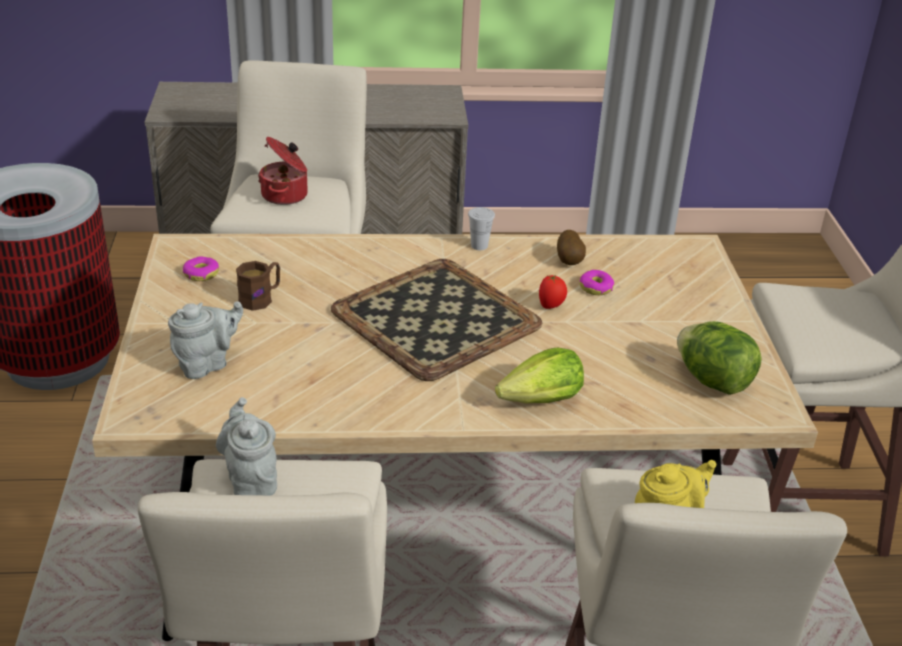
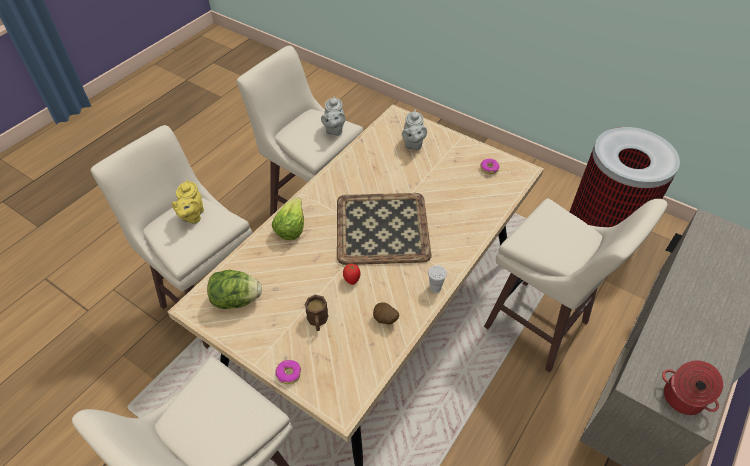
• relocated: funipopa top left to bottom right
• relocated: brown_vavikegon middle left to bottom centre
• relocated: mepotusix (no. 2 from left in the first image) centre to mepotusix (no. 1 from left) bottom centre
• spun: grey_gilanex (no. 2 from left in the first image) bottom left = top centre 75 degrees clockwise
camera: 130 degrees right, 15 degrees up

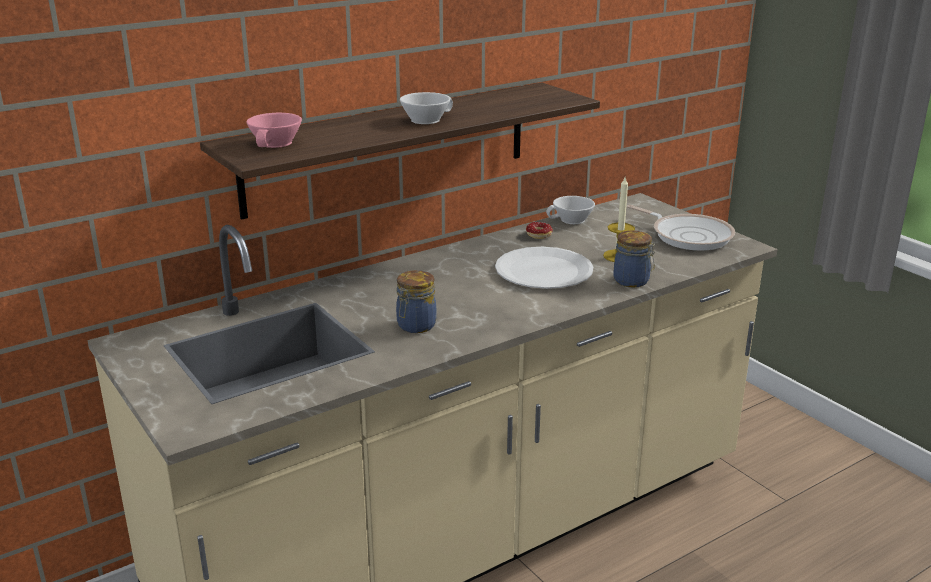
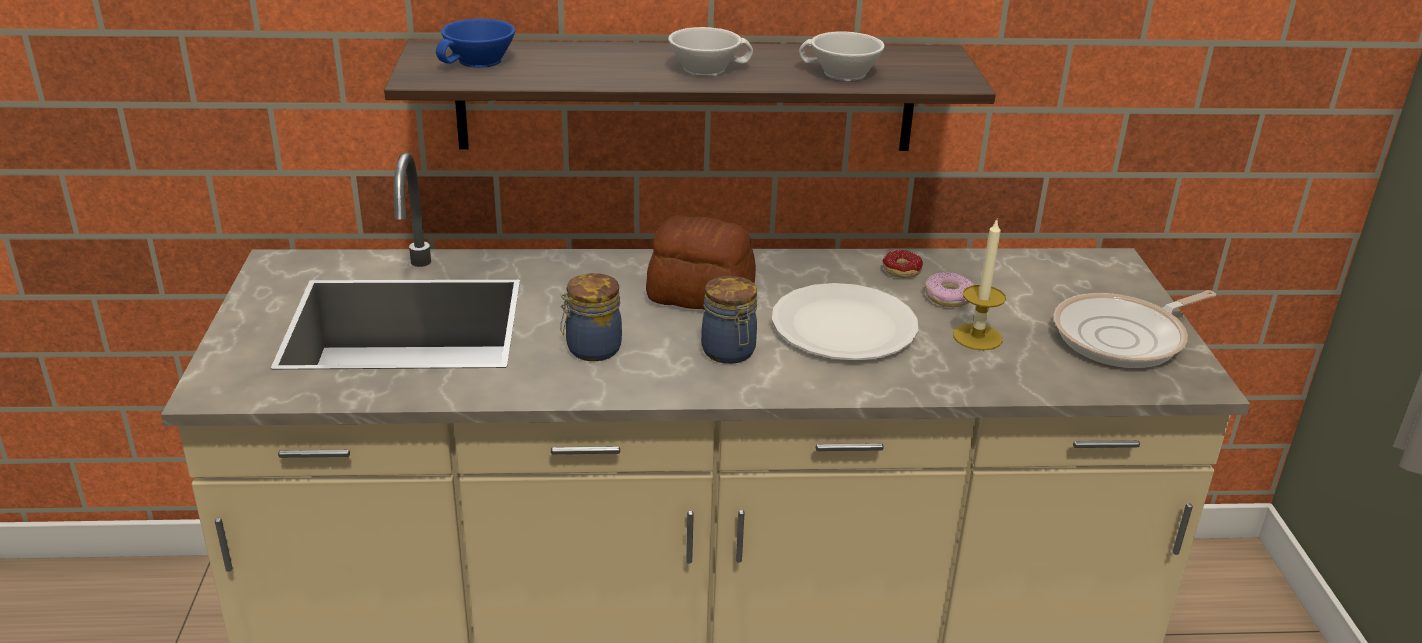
• colour: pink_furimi top left to blue_furimi top centre
• relocated: white_furimi (no. 2 from left) centre to top centre
• spun: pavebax middle right = middle right 75 degrees clockwise
• relocated: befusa (no. 2 from left) middle right to centre
• appeared: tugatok centre
• appeared: mepotusix (no. 2 from left) middle right
camera: 30 degrees right, 5 degrees up

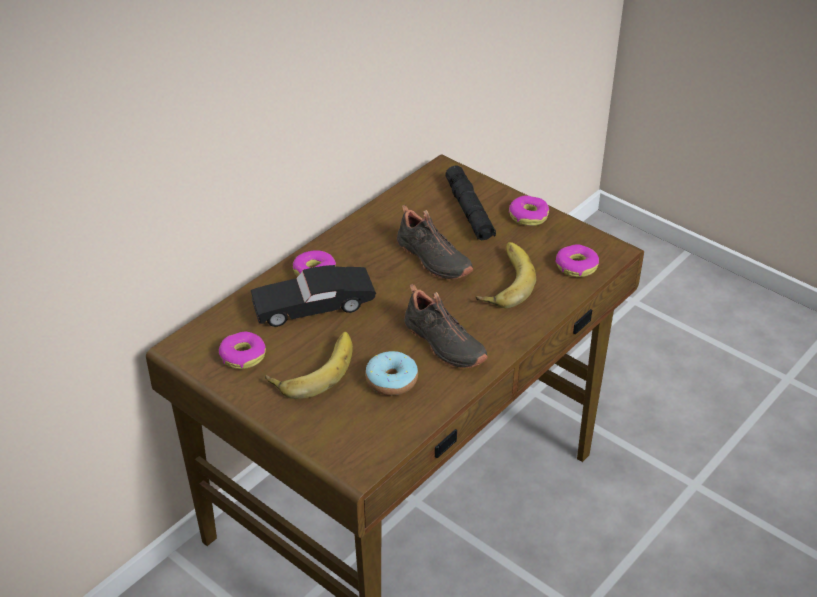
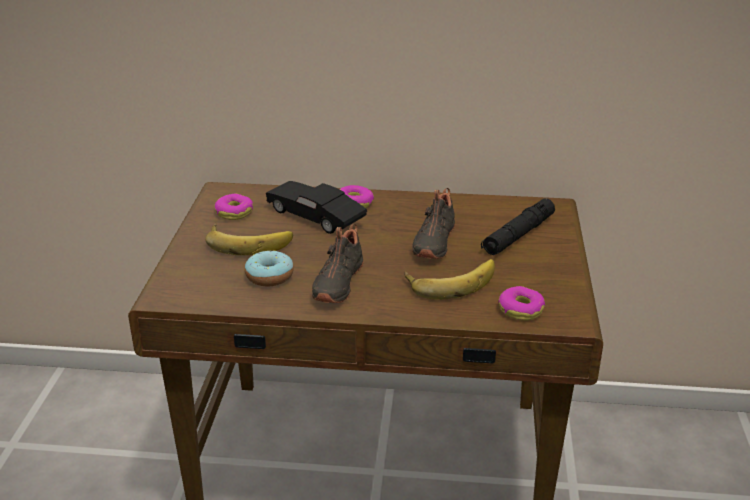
• missing: mepotusix (no. 4 from left) centre
camera: 55 degrees right, 10 degrees down

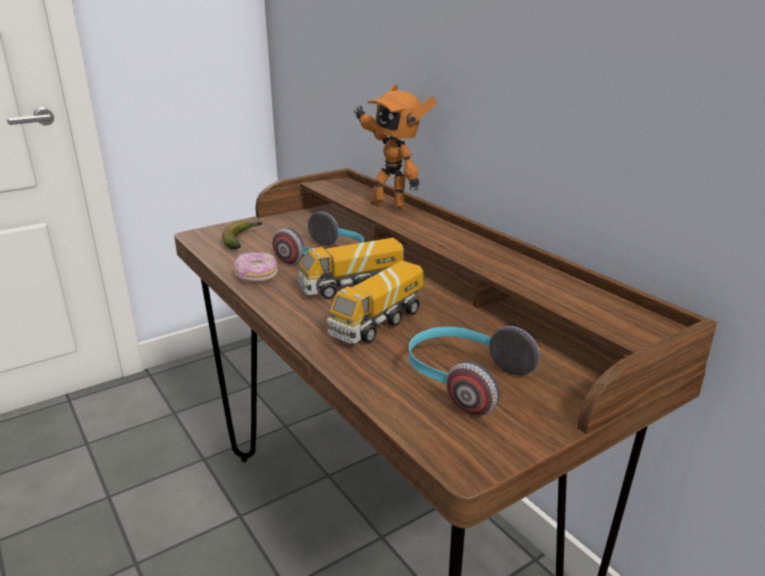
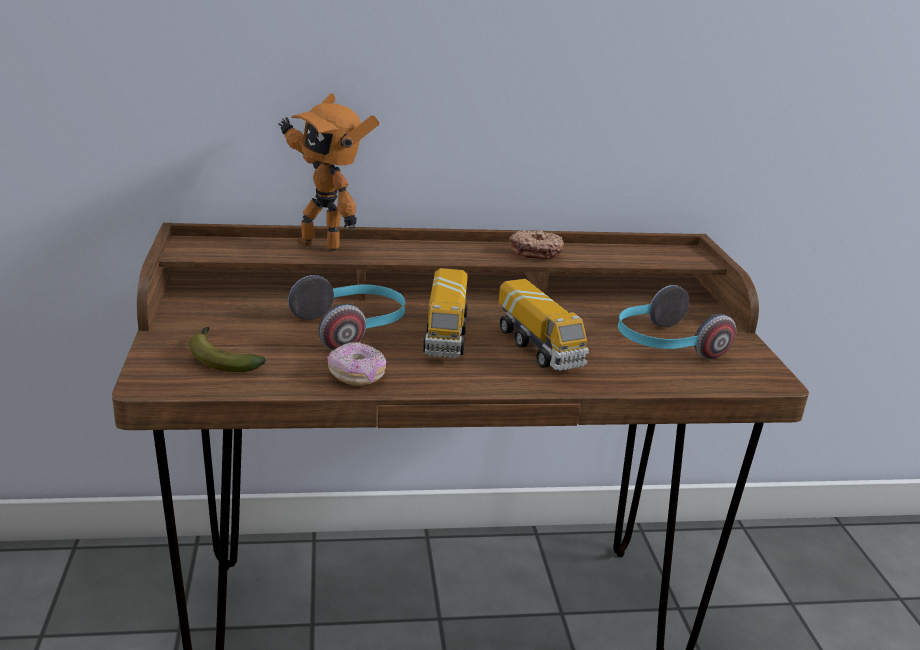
• spun: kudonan top centre = top centre 60 degrees clockwise
• appeared: mepotusix (no. 2 from left) centre
camera: 65 degrees left, 0 degrees up

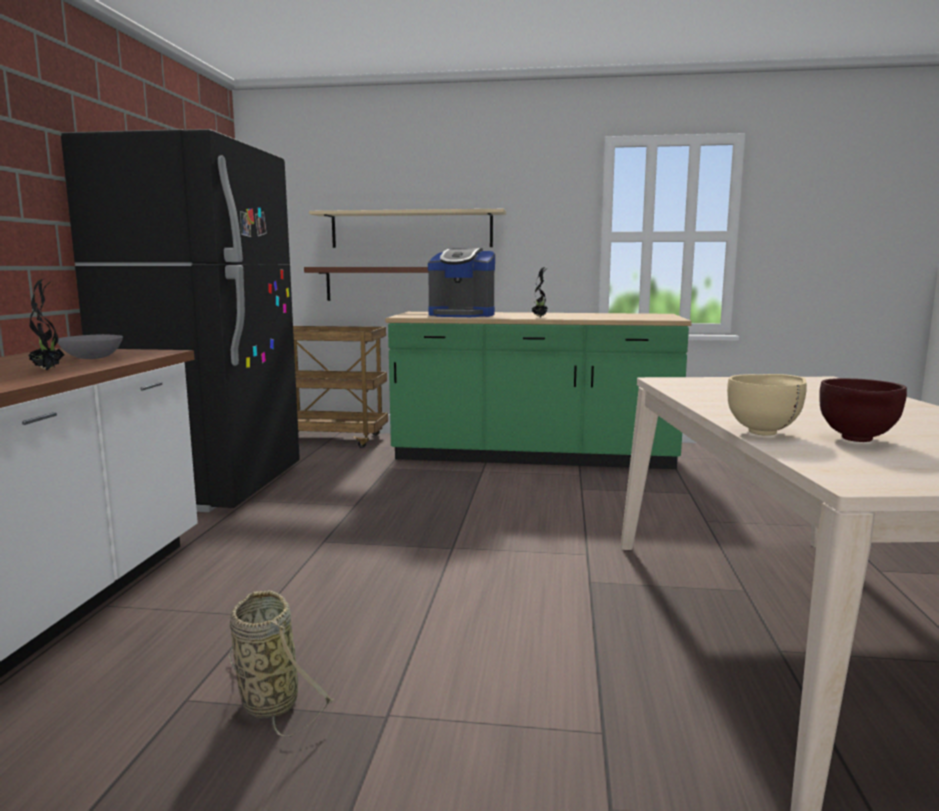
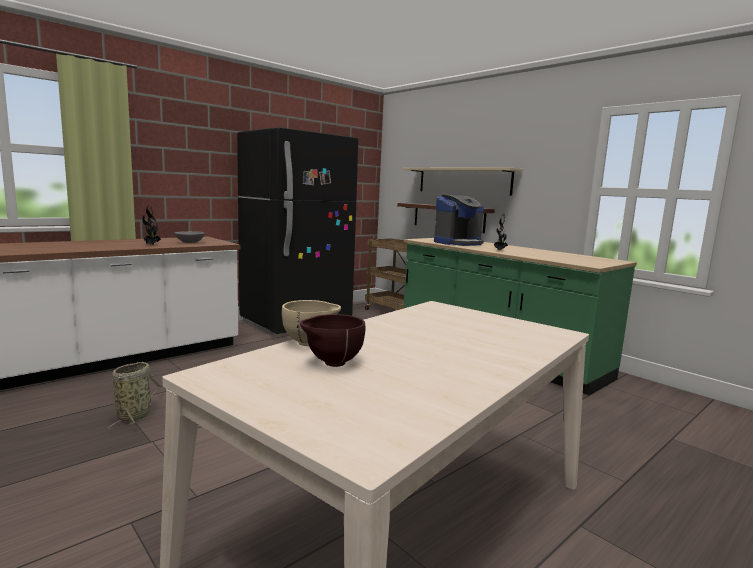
• spun: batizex centre = centre 90 degrees counterclockwise
camera: 40 degrees right, 0 degrees up

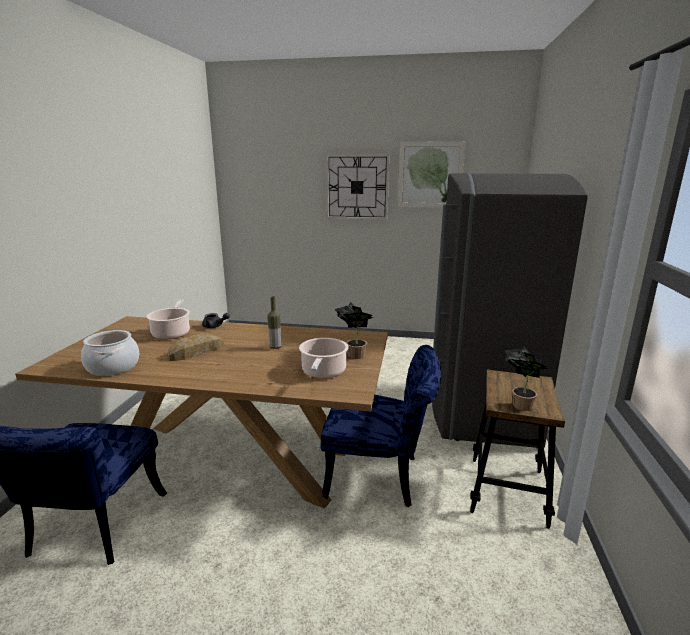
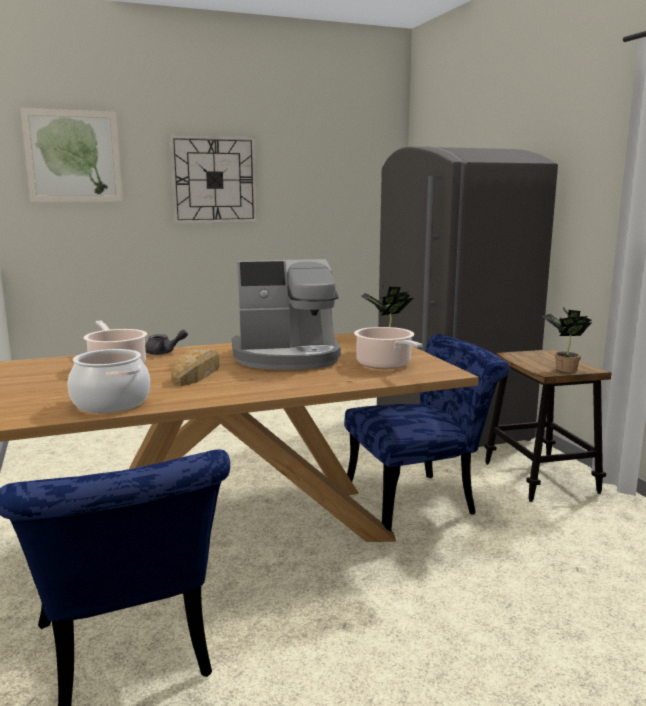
• relocated: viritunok top centre to top left
• exchanged: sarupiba centre to batizex centre
camera: 30 degrees left, 5 degrees down

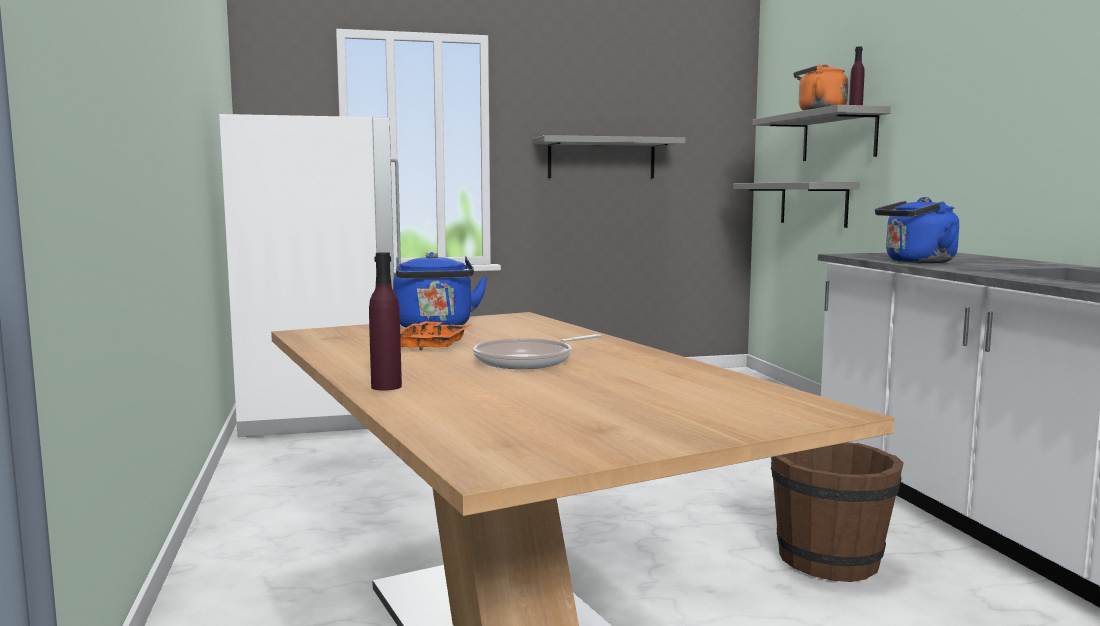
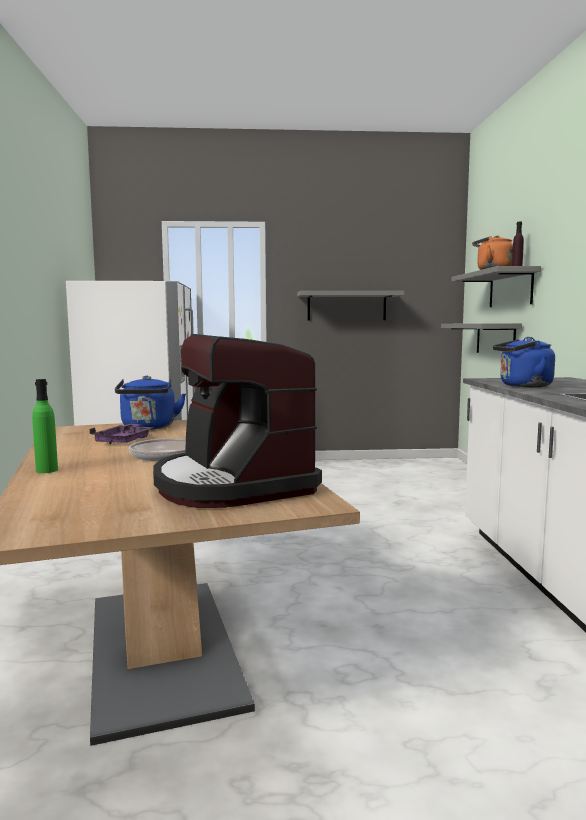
• colour: purple_sarupiba (no. 1 from left) centre to green_sarupiba middle left
• colour: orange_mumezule centre to purple_mumezule middle left
• missing: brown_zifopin bottom right
• appeared: batizex centre
camera: 10 degrees right, 0 degrees up

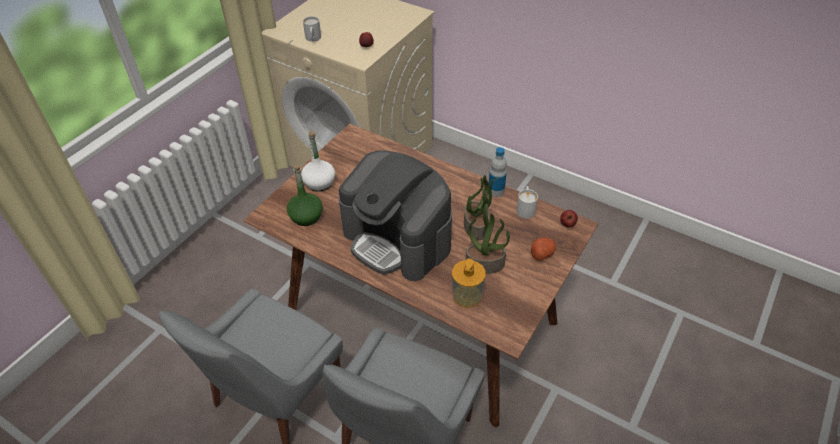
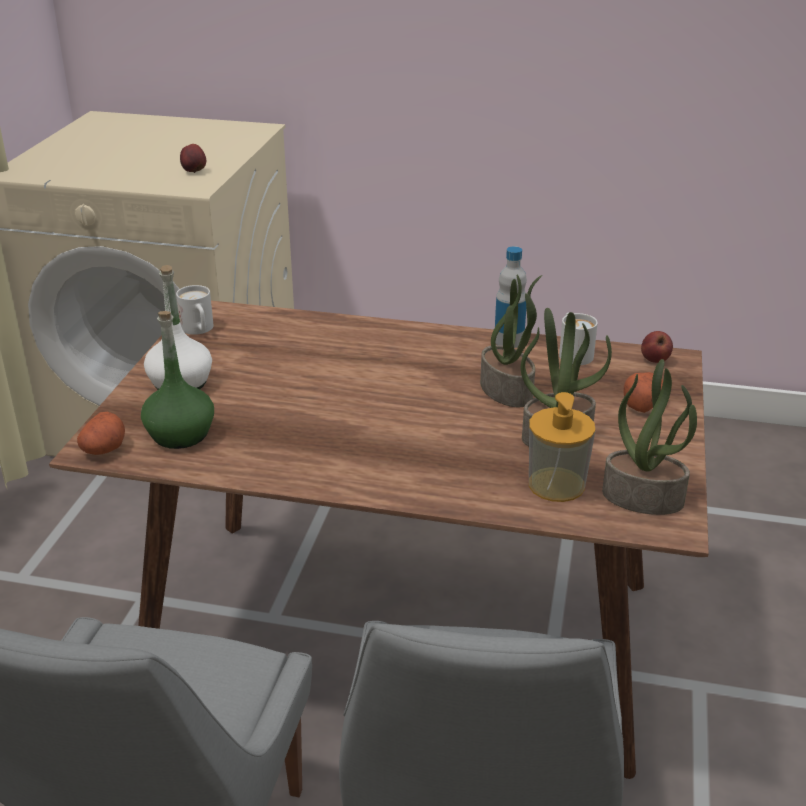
• relocated: white_vavikegon (no. 1 from left) top centre to middle left
• missing: batizex centre
• appeared: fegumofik (no. 3 from left) middle right
• appeared: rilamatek (no. 1 from left) middle left
camera: 20 degrees left, 15 degrees down

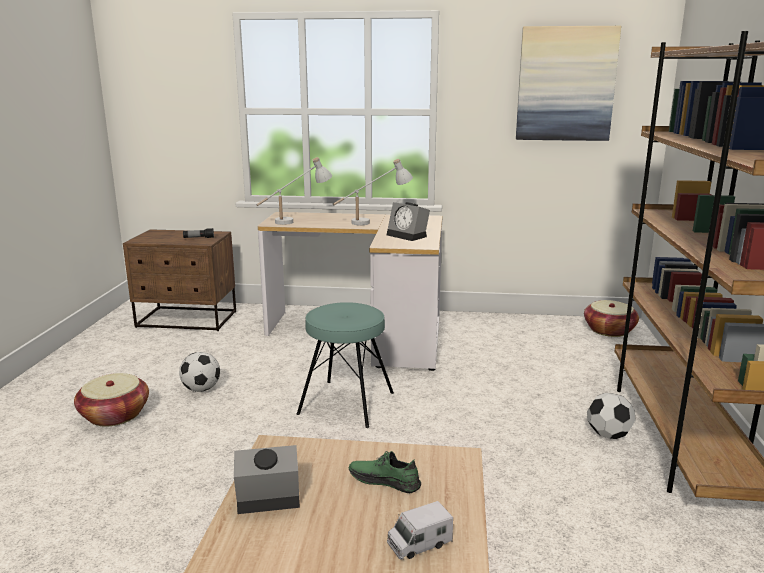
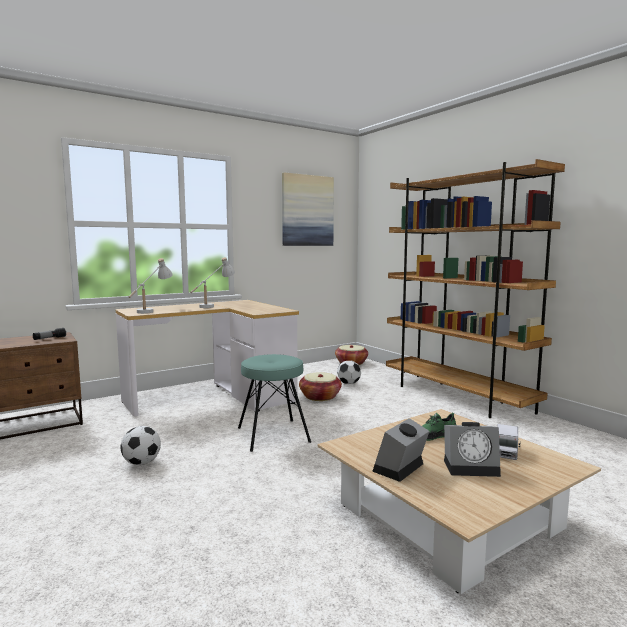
• relocated: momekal (no. 2 from left) centre to bottom right
• relocated: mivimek (no. 1 from left) bottom left to centre
• relocated: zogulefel (no. 2 from left) bottom right to centre
camera: 40 degrees left, 10 degrees down

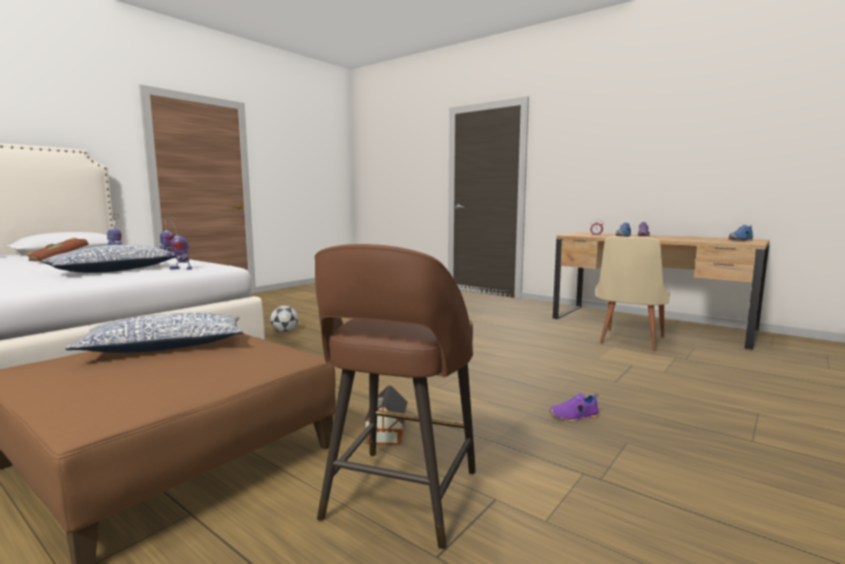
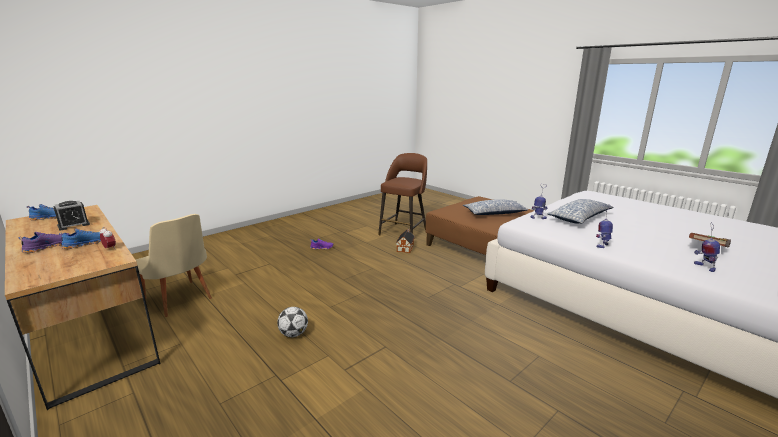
• spun: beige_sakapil middle right = middle left 90 degrees clockwise
• relocated: zogulefel centre to bottom centre
• appeared: momekal (no. 1 from left) middle left
camera: 170 degrees left, 10 degrees up

